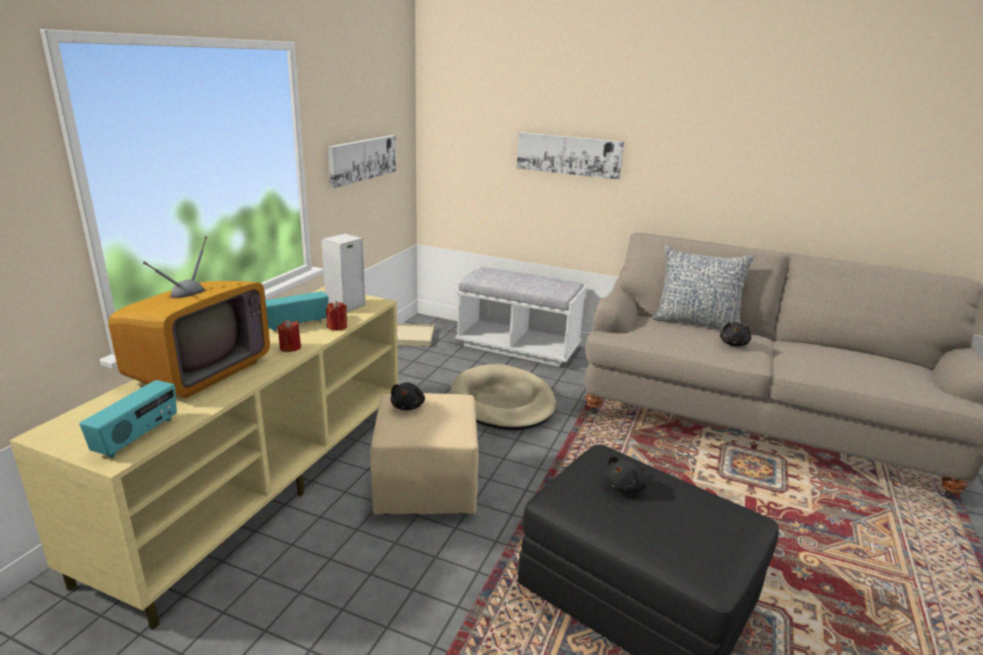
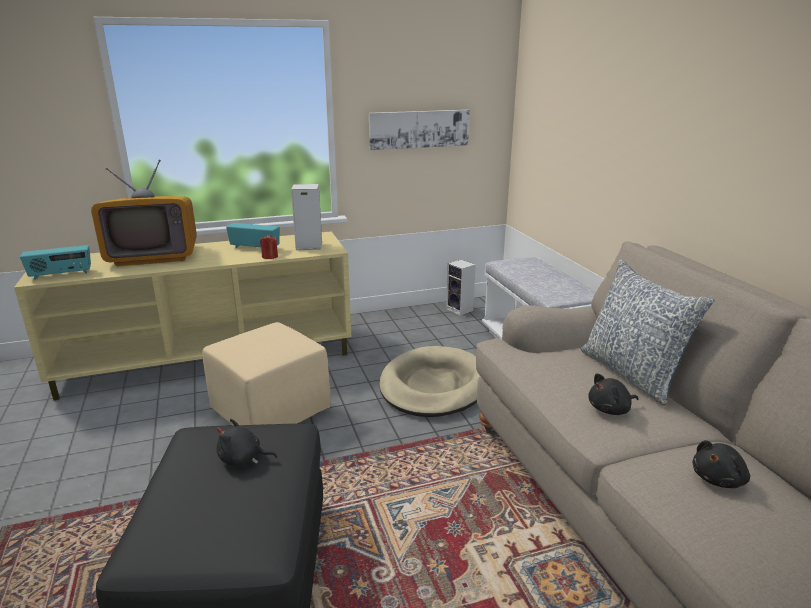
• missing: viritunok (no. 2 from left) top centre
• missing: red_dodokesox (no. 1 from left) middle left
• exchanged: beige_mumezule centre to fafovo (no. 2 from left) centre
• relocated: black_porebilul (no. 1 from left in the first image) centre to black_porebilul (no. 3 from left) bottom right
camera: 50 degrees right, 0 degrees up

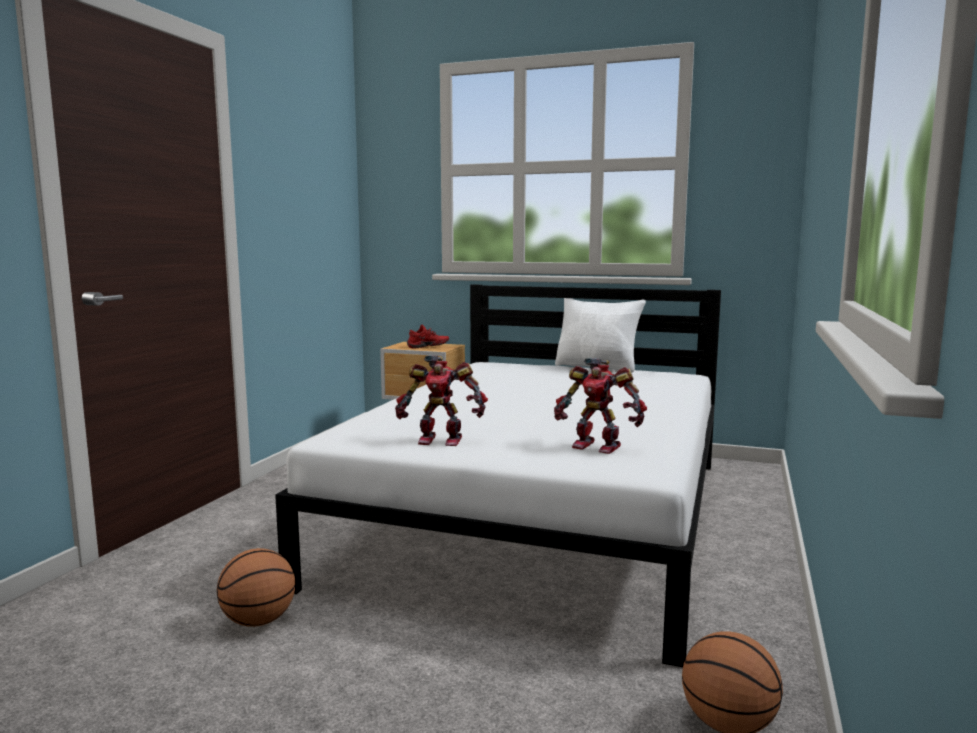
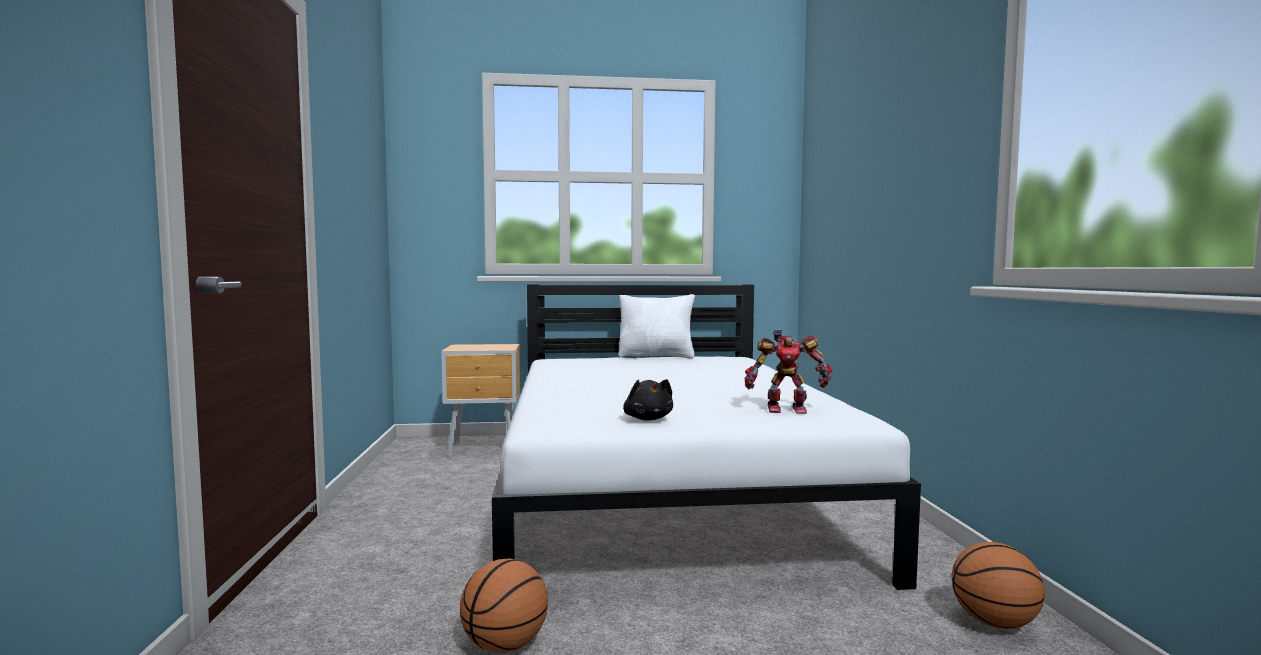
• missing: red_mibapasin centre
• exchanged: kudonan (no. 1 from left) centre to black_porebilul centre
camera: 25 degrees left, 5 degrees down

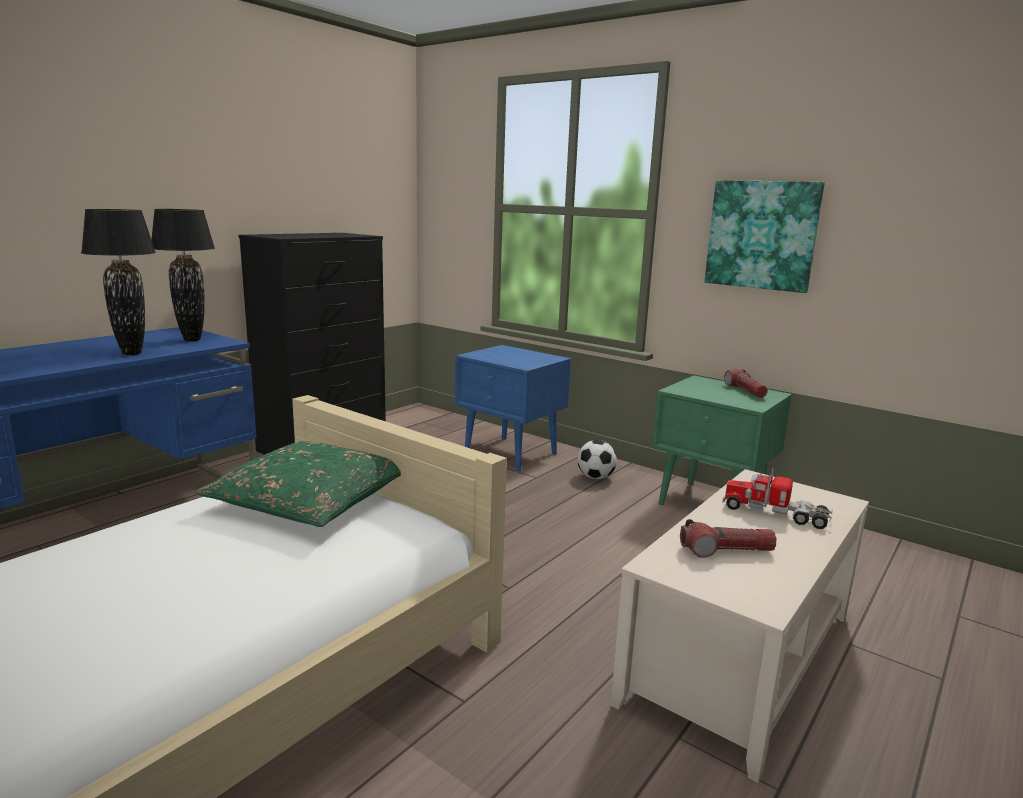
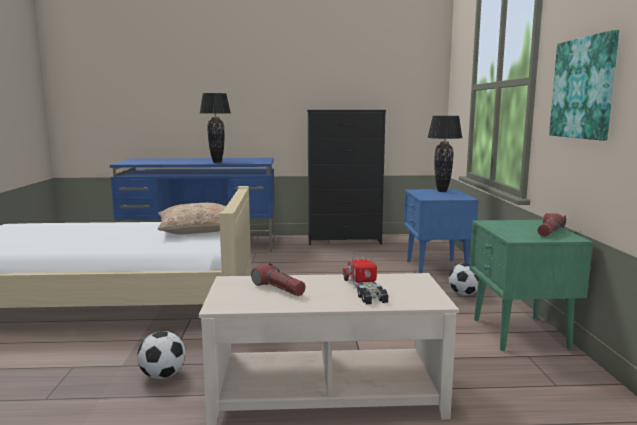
• relocated: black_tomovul (no. 2 from left) middle left to middle right
• colour: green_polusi middle left to beige_polusi middle left
• appeared: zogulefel (no. 1 from left) bottom left
camera: 50 degrees right, 5 degrees down

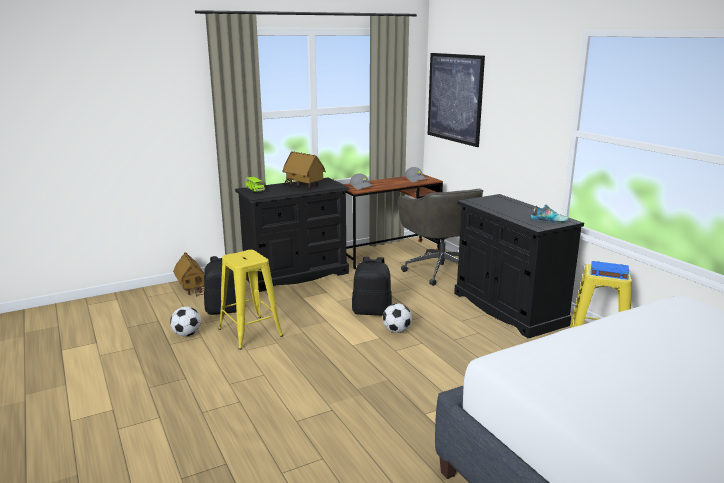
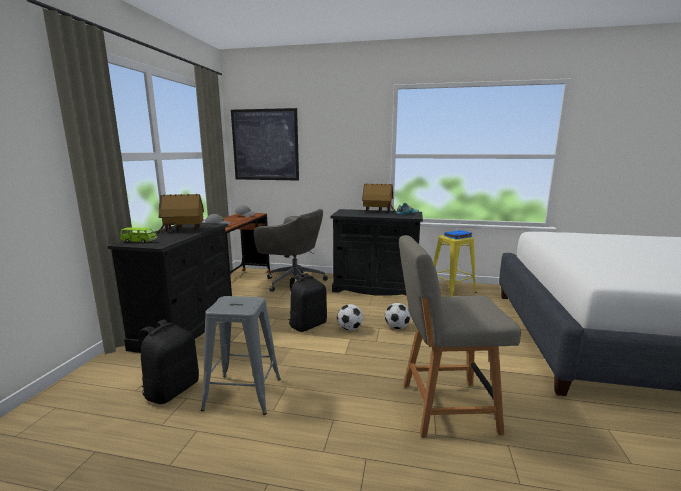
• colour: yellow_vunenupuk (no. 1 from left) centre to grey_vunenupuk bottom centre
• relocated: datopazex (no. 1 from left in the first image) middle left to datopazex (no. 2 from left) centre
• relocated: zogulefel (no. 1 from left in the first image) middle left to zogulefel (no. 2 from left) centre
• appeared: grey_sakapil bottom right
camera: 50 degrees left, 5 degrees down

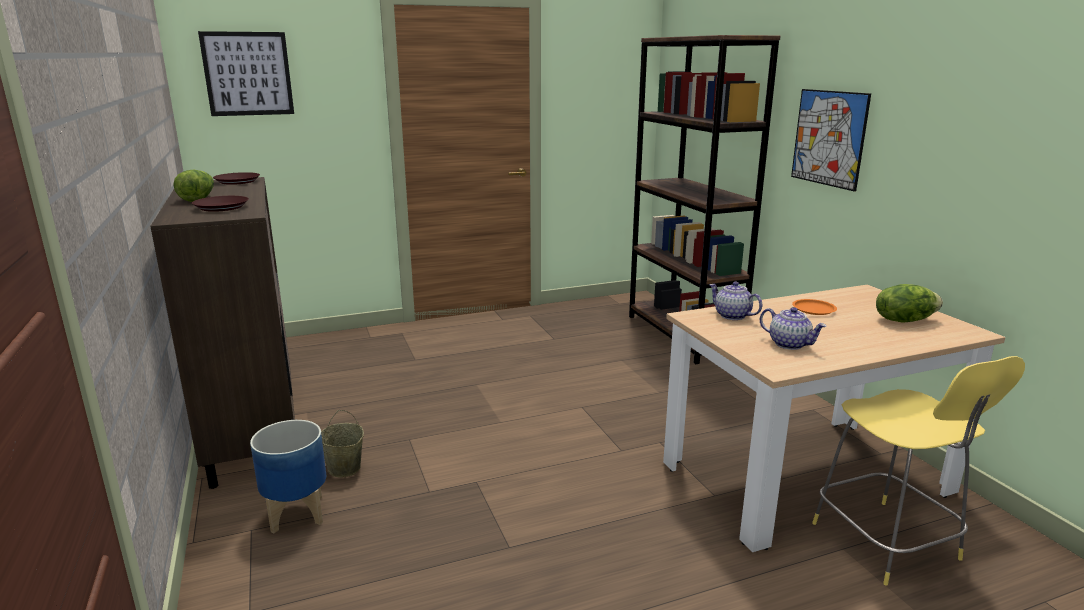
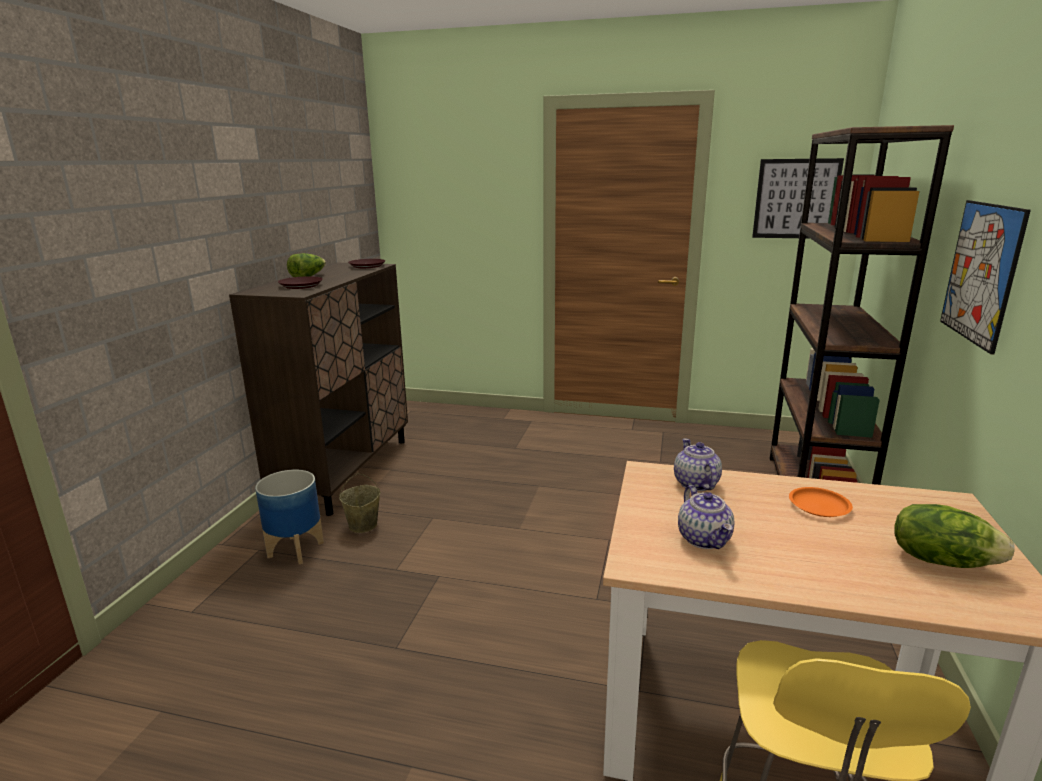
• relocated: viritunok (no. 1 from left) top left to top right
camera: 35 degrees right, 0 degrees up

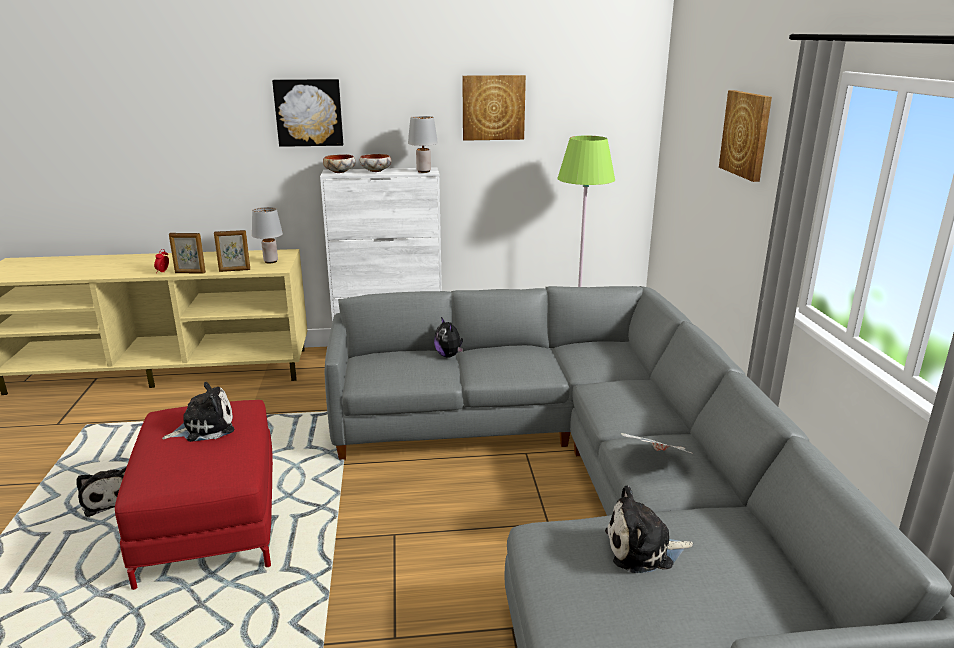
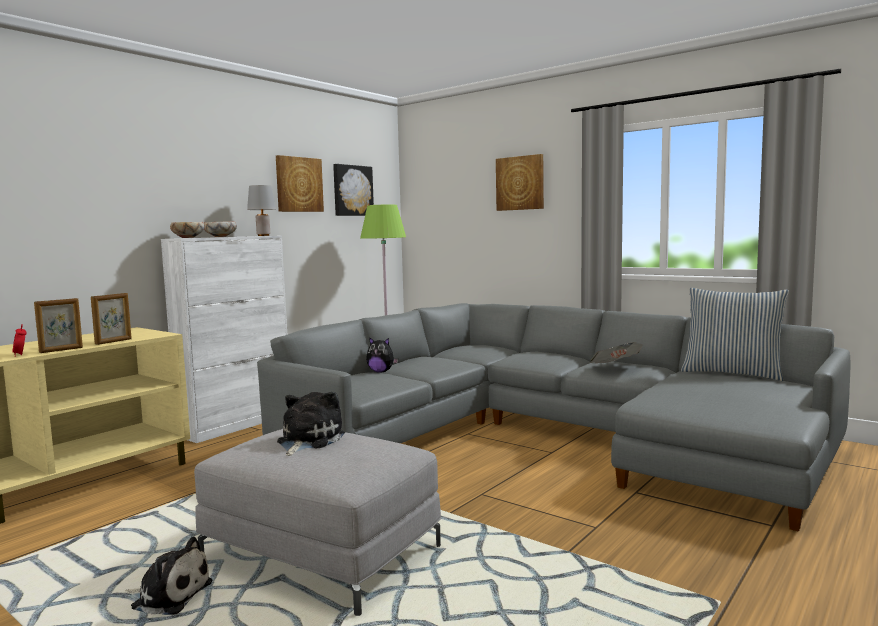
• relocated: viritunok (no. 1 from left in the first image) top left to viritunok (no. 2 from left) top centre
• missing: grey_tomovul (no. 1 from left) middle left
• colour: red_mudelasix bottom left to grey_mudelasix bottom centre
• missing: porebilul (no. 4 from left) bottom right
• appeared: polusi middle right
camera: 45 degrees left, 15 degrees down

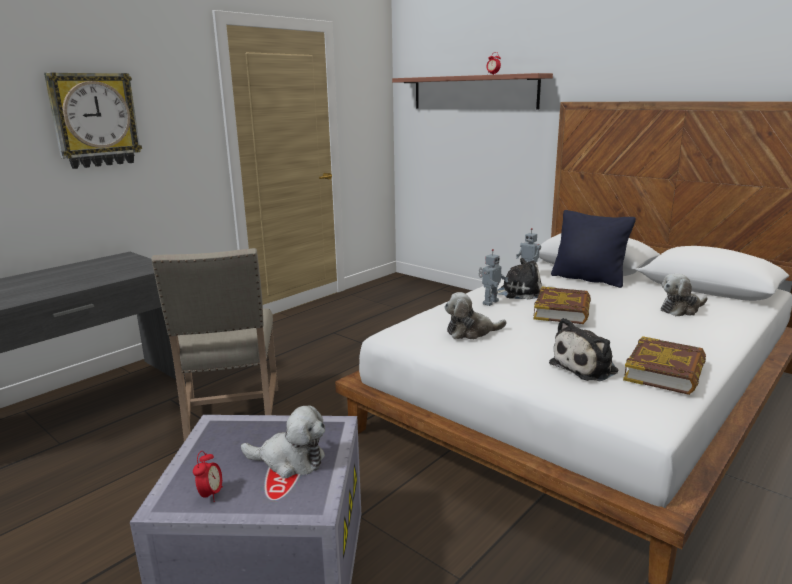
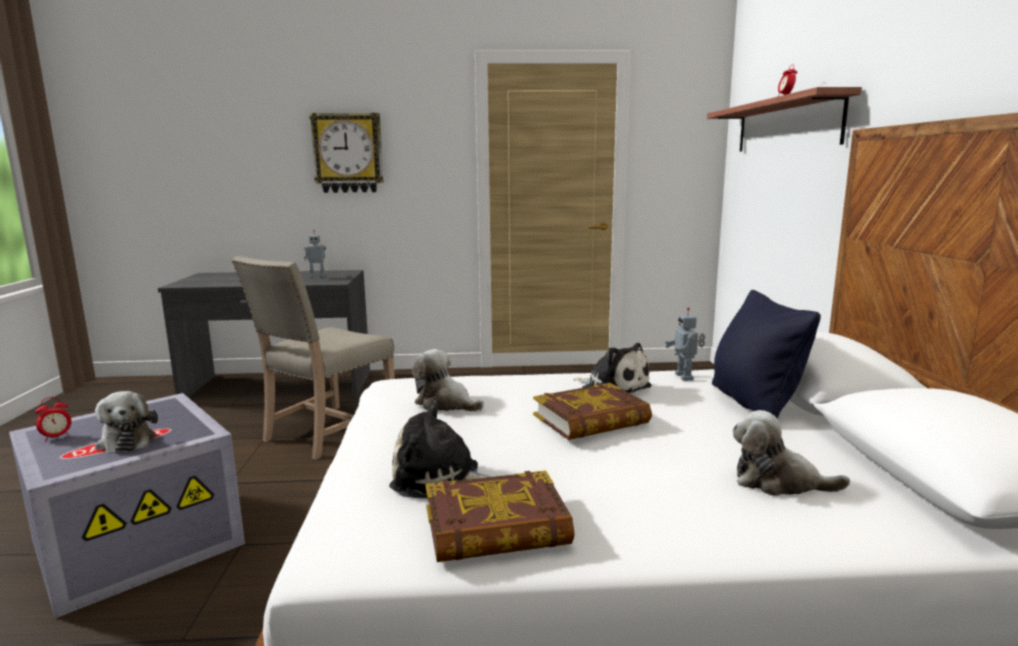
• relocated: kudonan (no. 1 from left) centre to middle left
camera: 45 degrees right, 5 degrees down

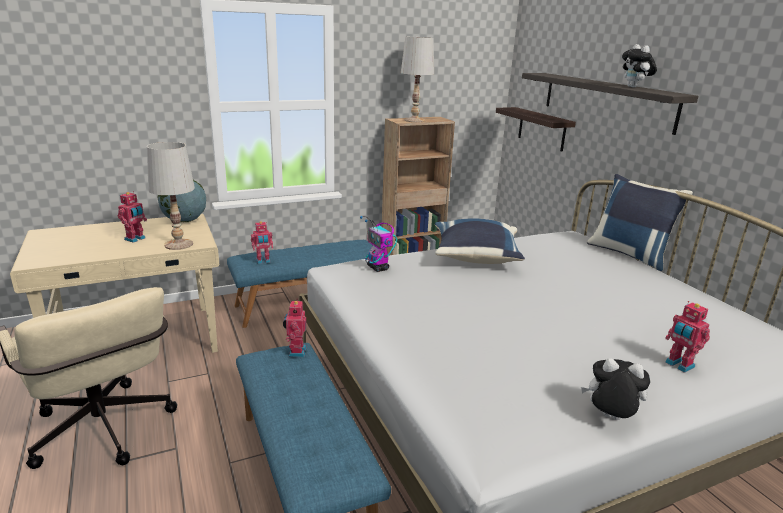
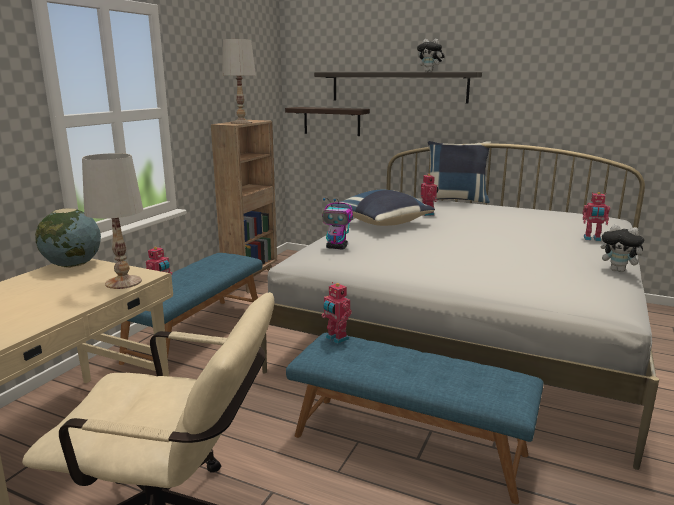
• relocated: kudonan (no. 1 from left in the first image) middle left to kudonan (no. 4 from left) centre
• spun: porebilul (no. 1 from left in the first image) bottom right = middle right 120 degrees counterclockwise
camera: 40 degrees left, 5 degrees down

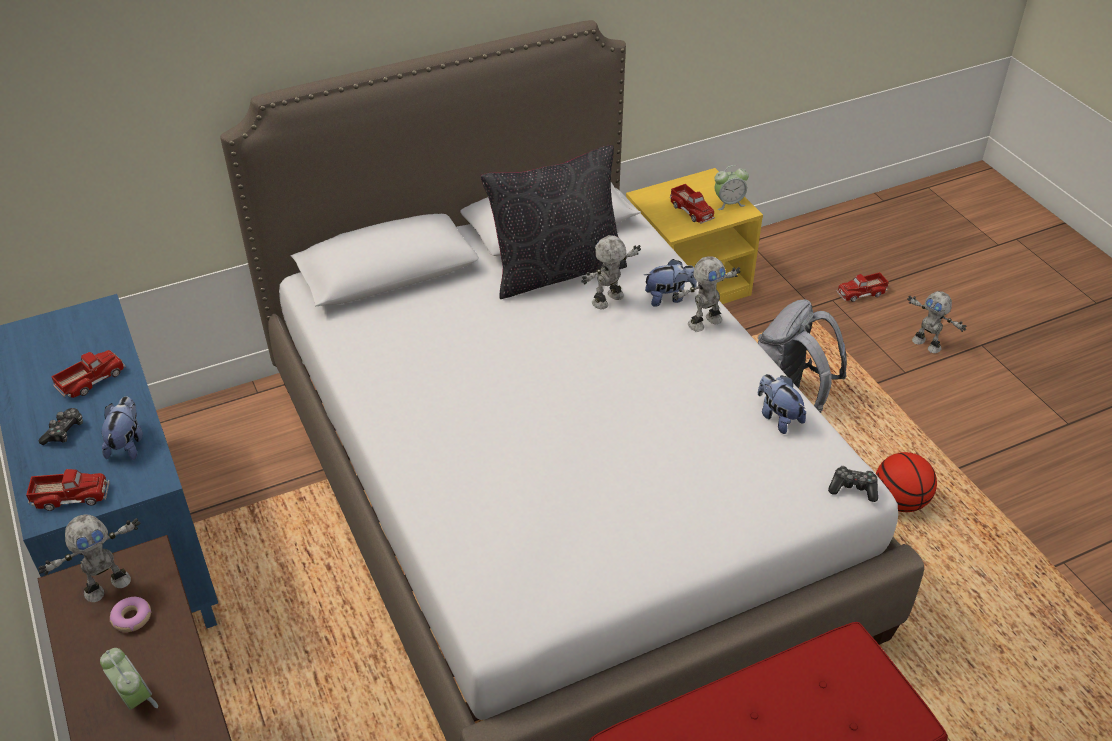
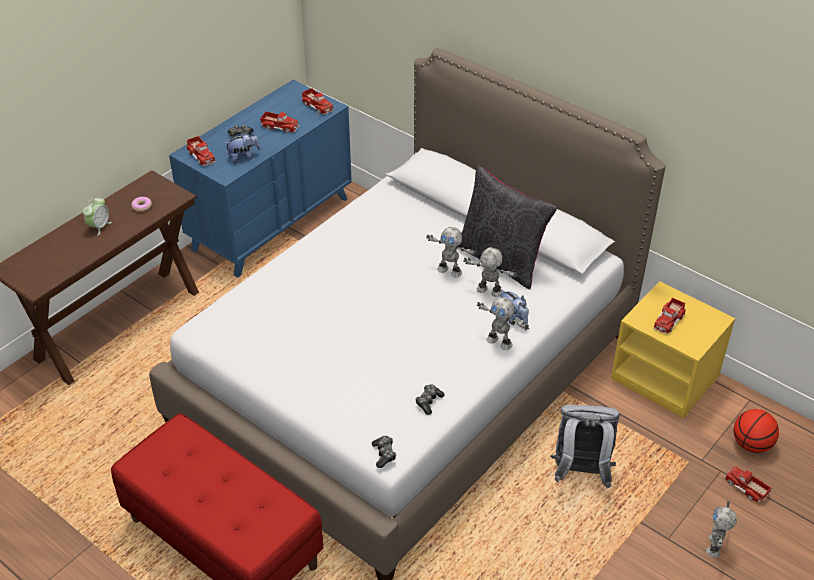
• missing: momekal (no. 2 from left) top centre
• exchanged: porebilul (no. 3 from left) middle right to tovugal (no. 3 from left) bottom centre
• relocated: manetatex middle right to bottom right
• relocated: kudonan (no. 1 from left) bottom left to centre
• appeared: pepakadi (no. 3 from left) top centre
camera: 65 degrees right, 0 degrees up

